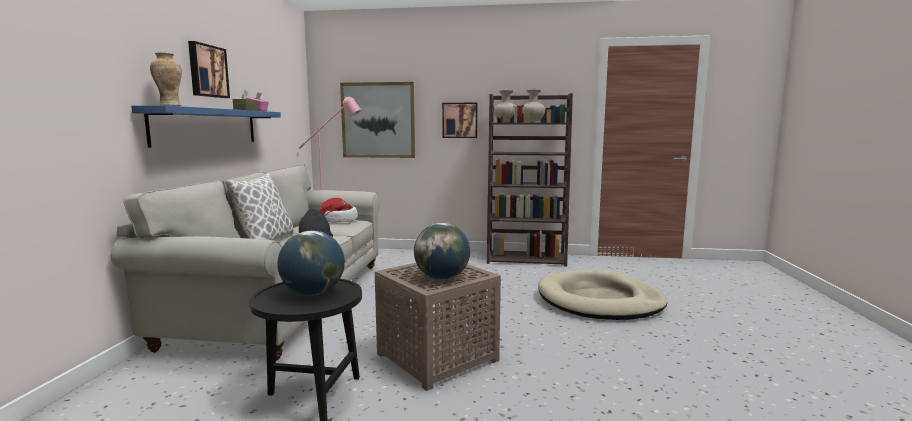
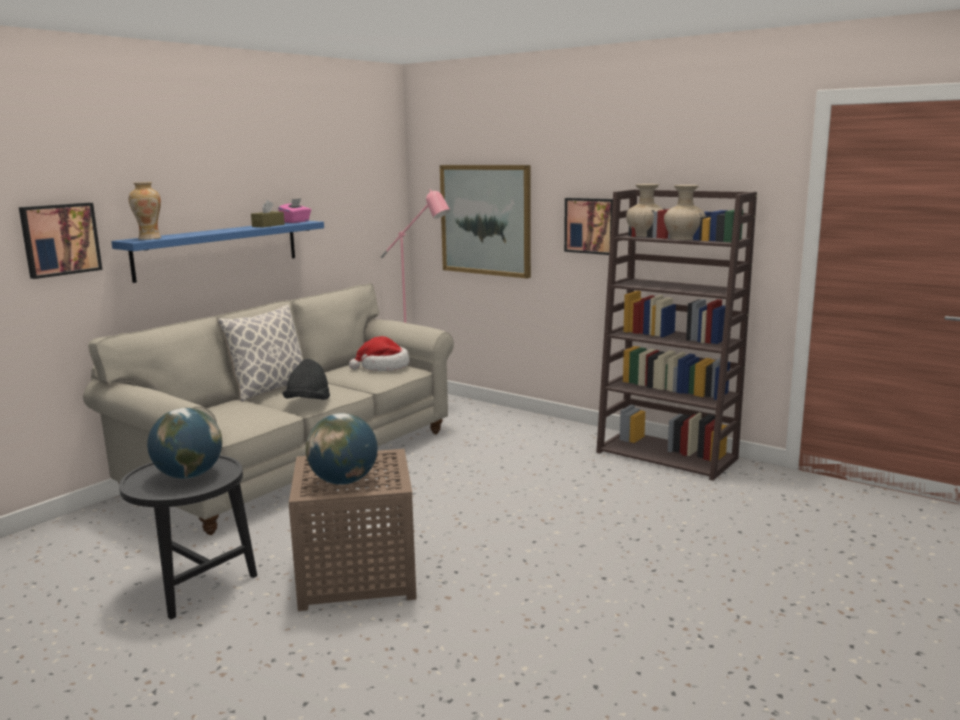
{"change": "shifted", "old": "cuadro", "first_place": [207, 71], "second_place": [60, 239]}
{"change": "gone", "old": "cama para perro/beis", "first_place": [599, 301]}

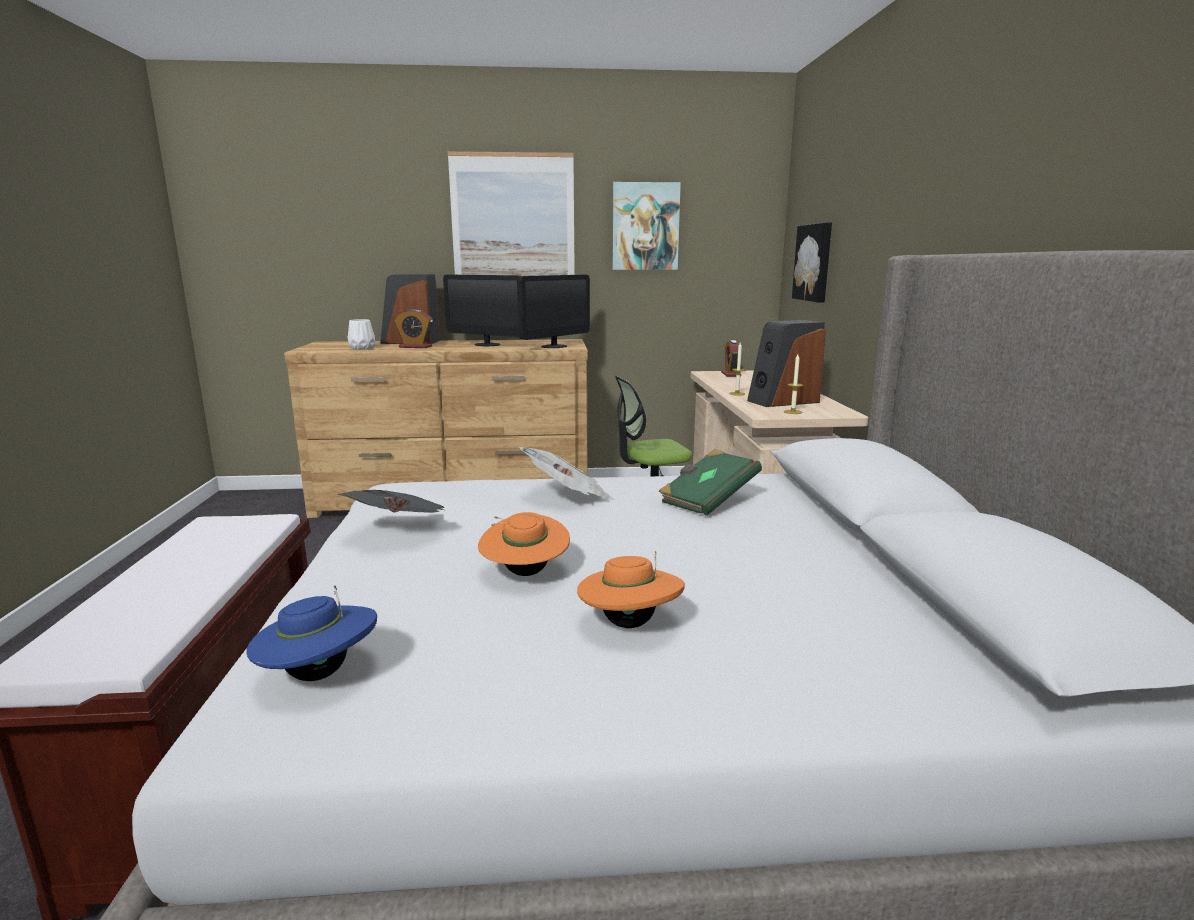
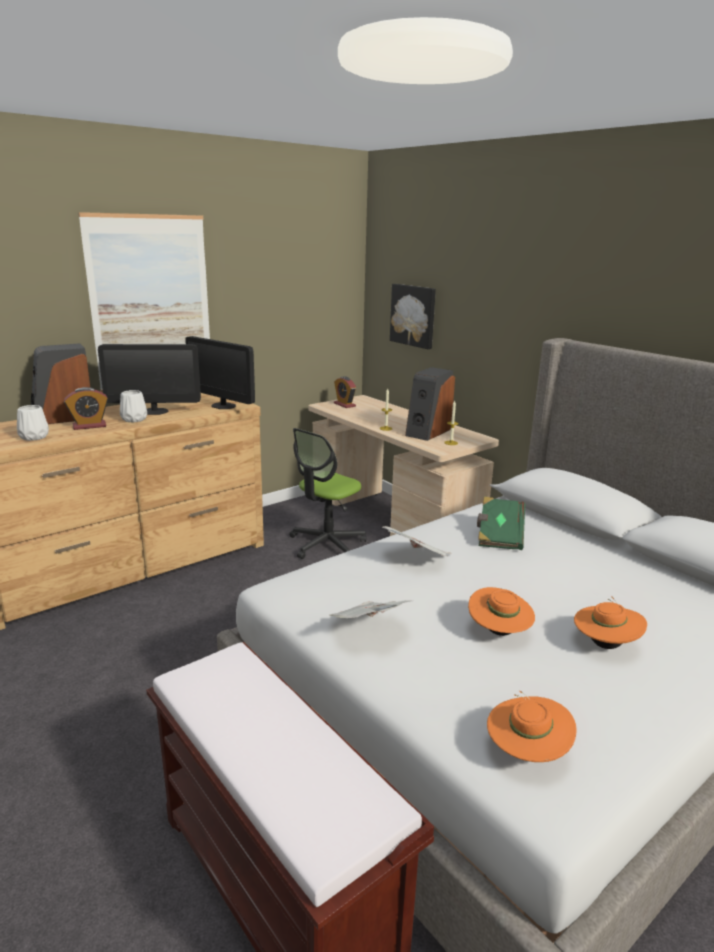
{"change": "gone", "old": "cuadro", "first_place": [645, 226]}
{"change": "rotated", "old": "monitor", "first_place": [554, 346], "second_place": [223, 406], "degrees": 120}
{"change": "repainted", "old": "sombrero/azul", "new": "sombrero/naranja", "first_place": [319, 673], "second_place": [526, 752]}
{"change": "new", "new": "florero/blanco", "second_place": [134, 419]}

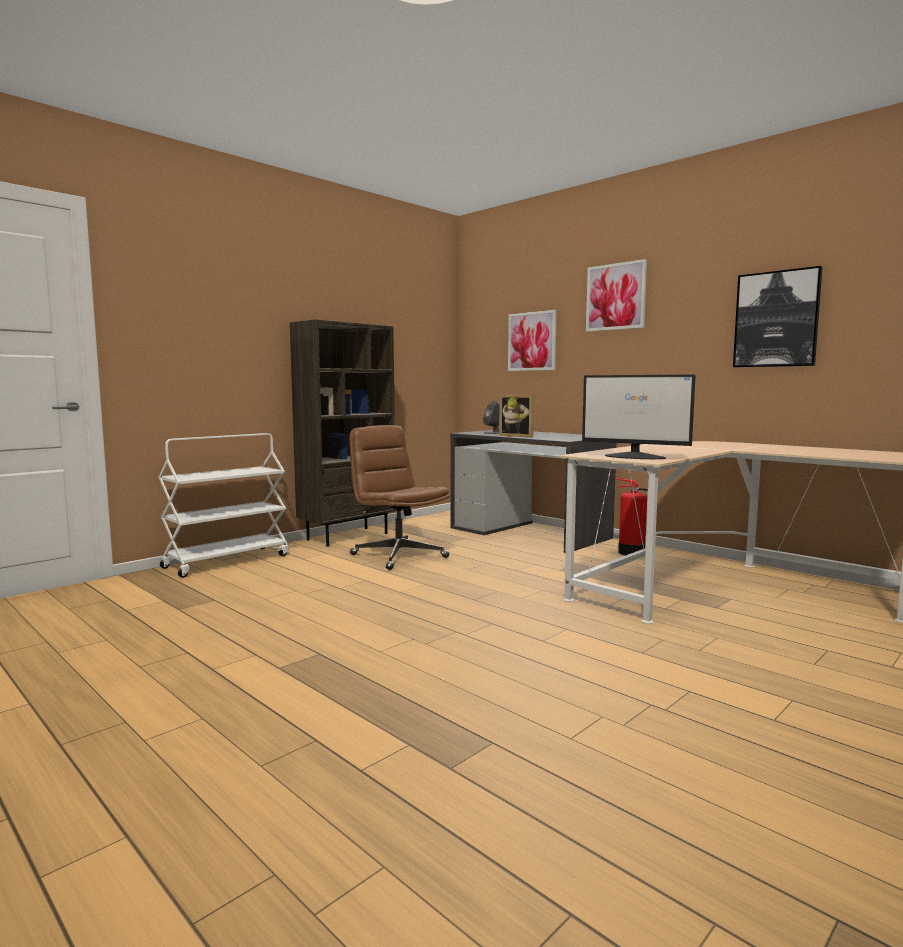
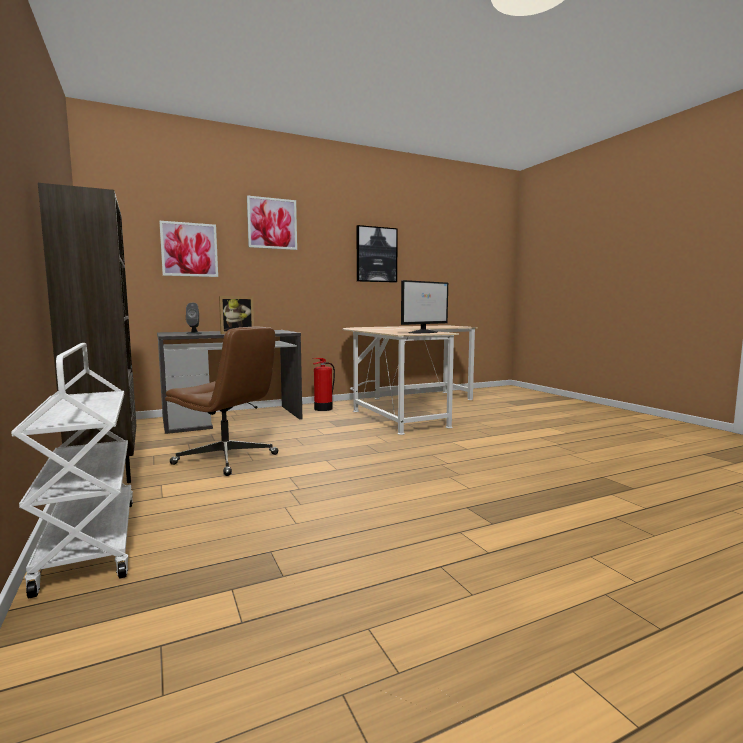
{"change": "rotated", "old": "silla de oficina/marrón", "first_place": [398, 556], "second_place": [227, 459], "degrees": -135}

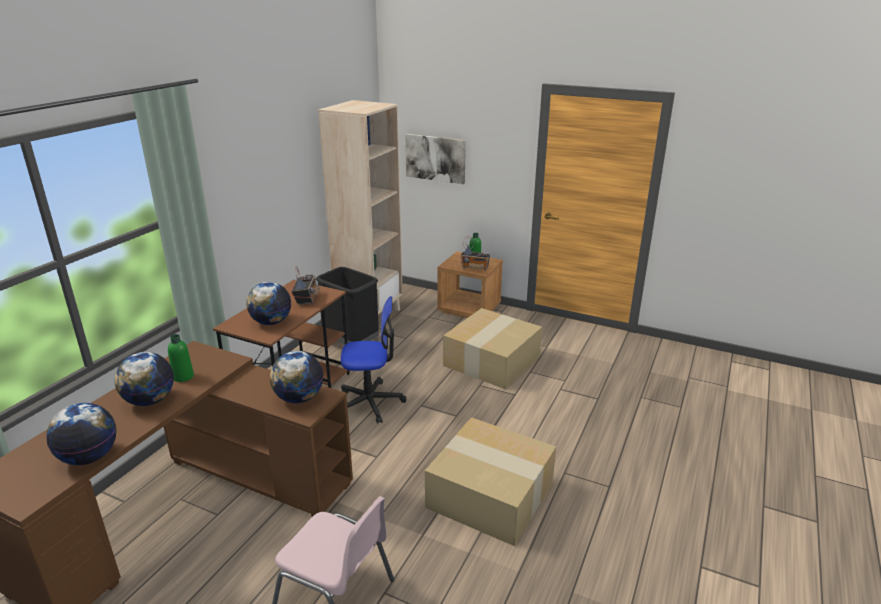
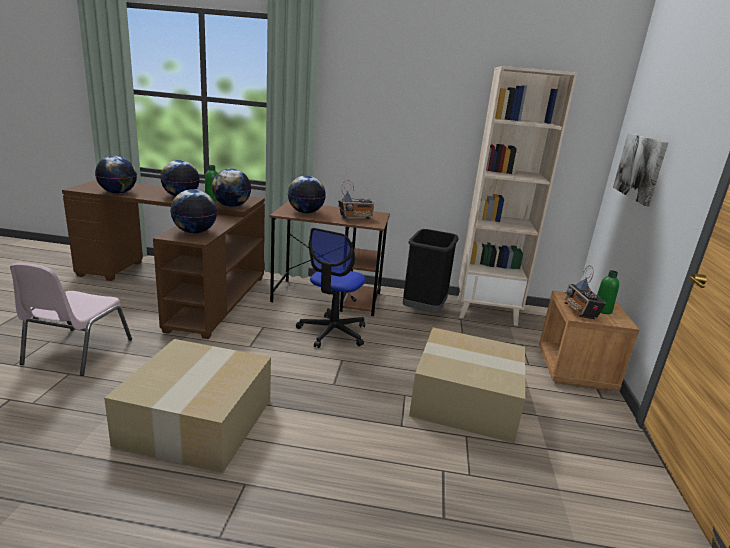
{"change": "rotated", "old": "silla de oficina", "first_place": [370, 402], "second_place": [332, 332], "degrees": 45}
{"change": "new", "new": "globo terráqueo", "second_place": [231, 206]}

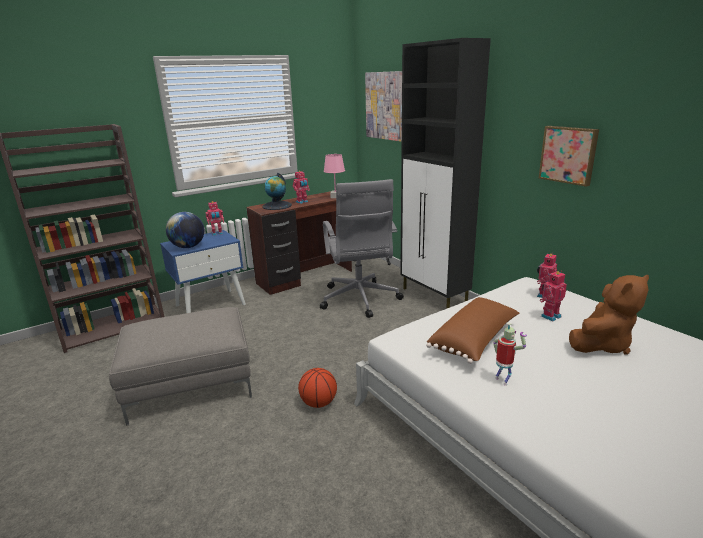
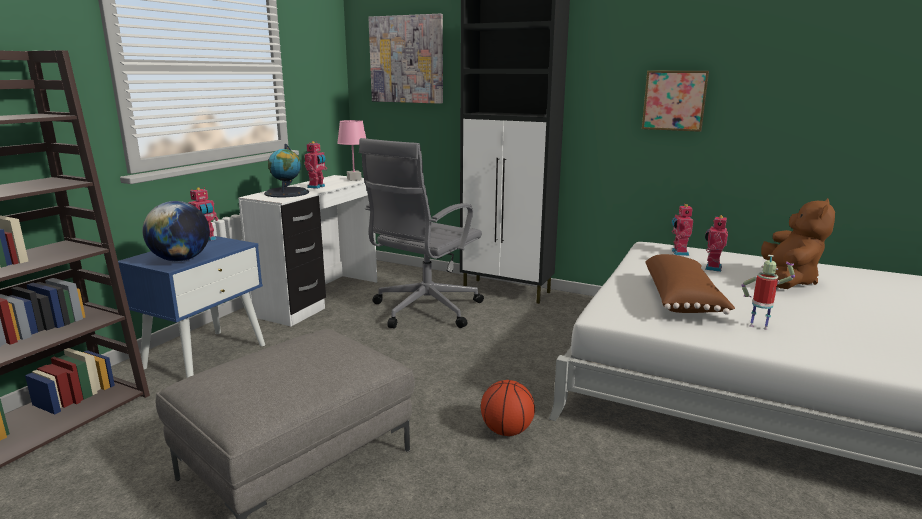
{"change": "rotated", "old": "silla de oficina/gris", "first_place": [359, 300], "second_place": [424, 310], "degrees": 75}
{"change": "repainted", "old": "escritorio/marrón", "new": "escritorio/blanco", "first_place": [305, 277], "second_place": [320, 298]}

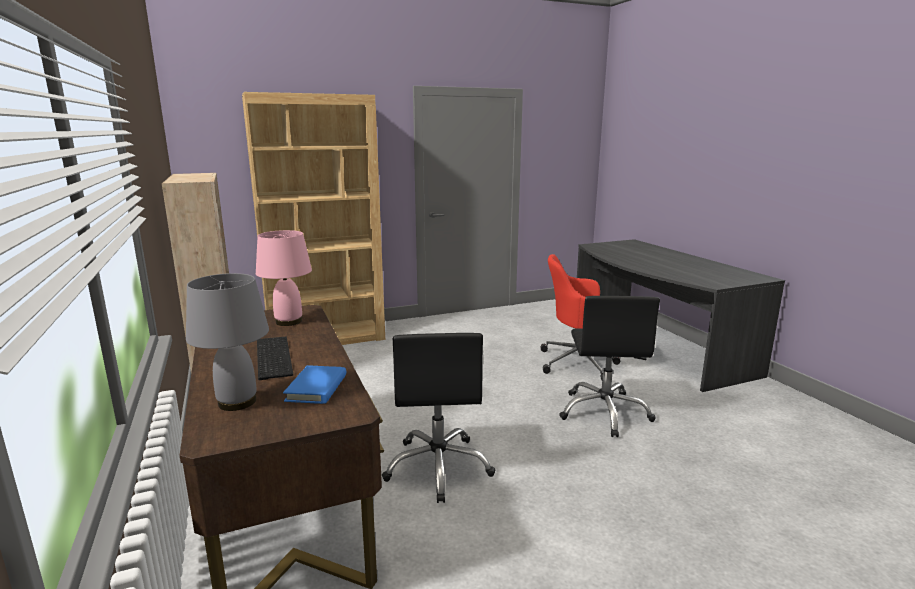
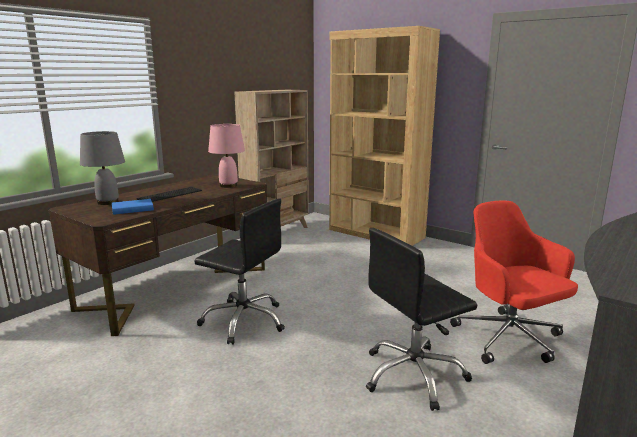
{"change": "rotated", "old": "silla de oficina/negro", "first_place": [438, 467], "second_place": [244, 321], "degrees": -120}

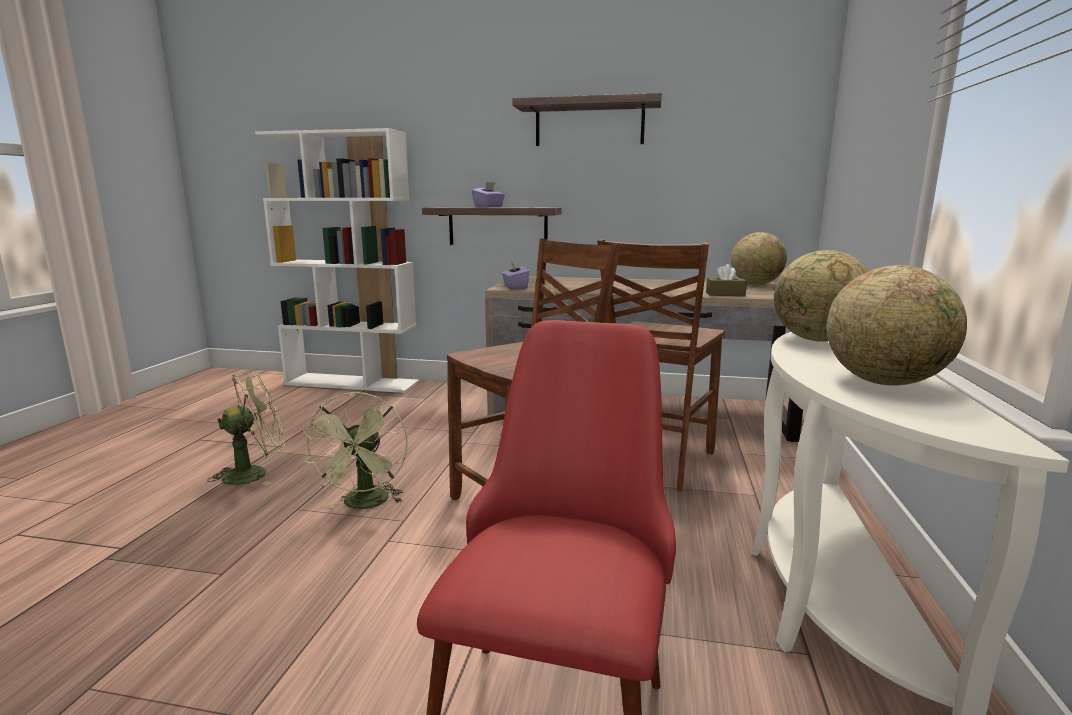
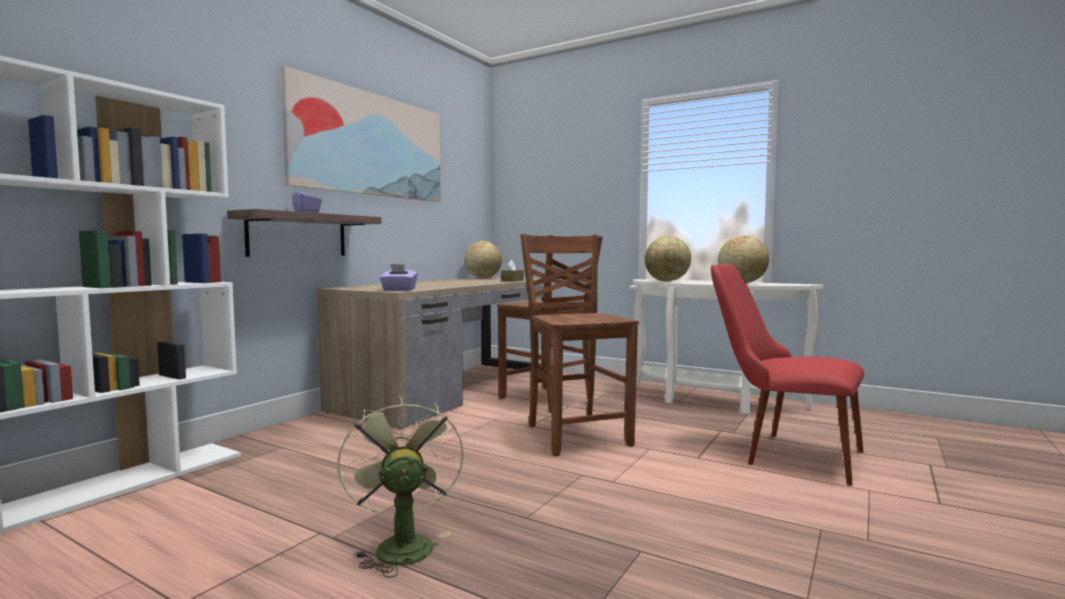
{"change": "swapped", "old": "estante", "new": "cuadro", "first_place": [589, 123], "second_place": [371, 144]}
{"change": "gone", "old": "ventilador/verde", "first_place": [365, 505]}

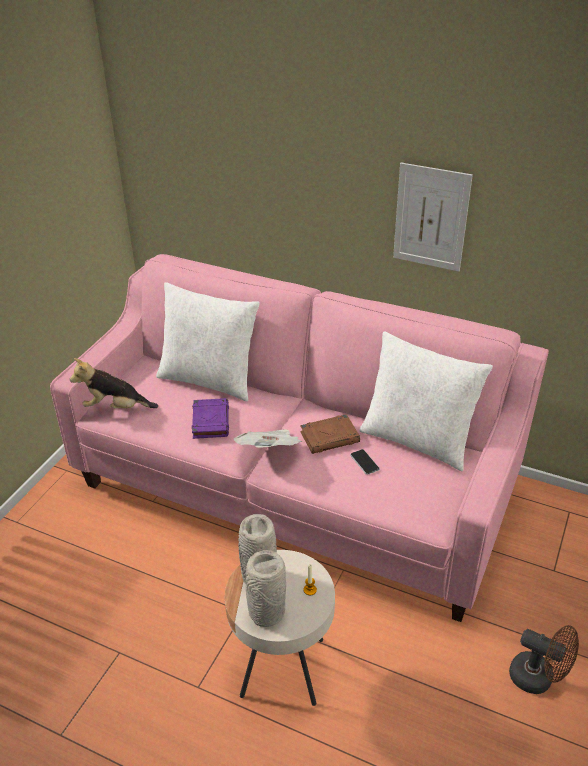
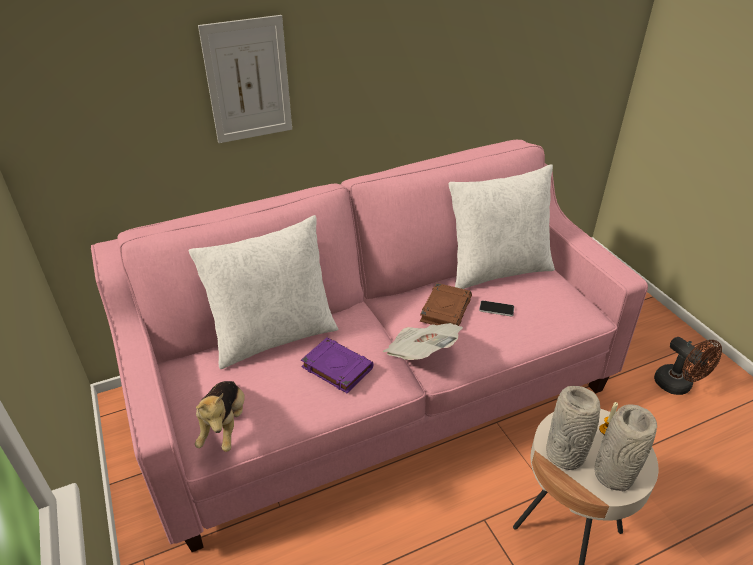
{"change": "shifted", "old": "cuadro", "first_place": [431, 217], "second_place": [248, 80]}
{"change": "rotated", "old": "peluche", "first_place": [116, 407], "second_place": [224, 426], "degrees": -45}
{"change": "rotated", "old": "ventilador/marrón", "first_place": [538, 678], "second_place": [678, 386], "degrees": 75}

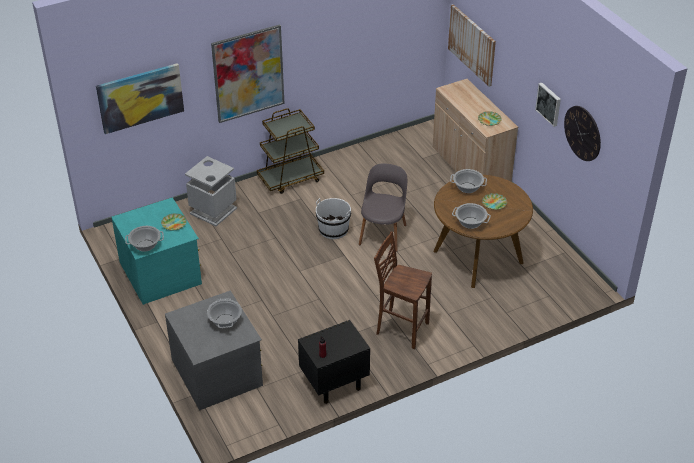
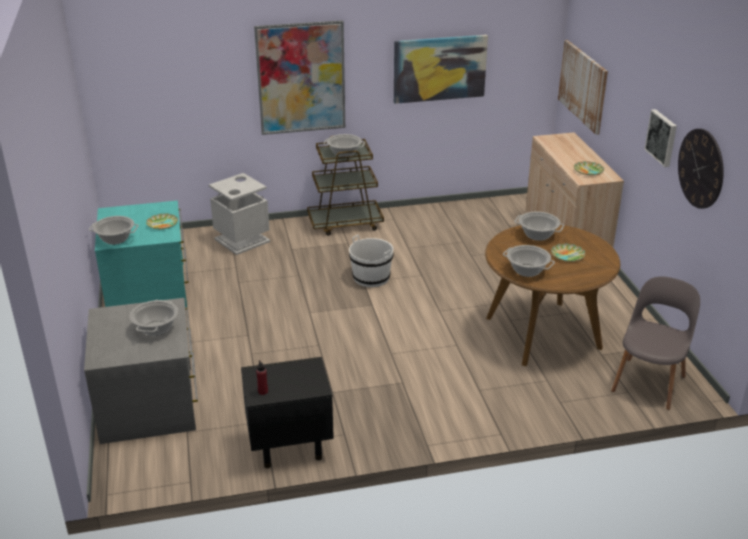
{"change": "shifted", "old": "cuadro", "first_place": [140, 97], "second_place": [439, 68]}
{"change": "shifted", "old": "silla/gris", "first_place": [383, 233], "second_place": [649, 381]}
{"change": "gone", "old": "taburete/marrón", "first_place": [401, 328]}
{"change": "new", "new": "olla", "second_place": [344, 153]}

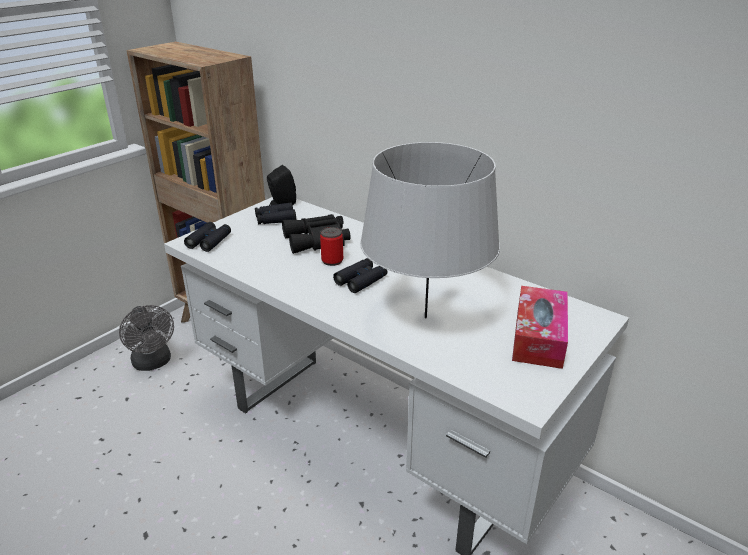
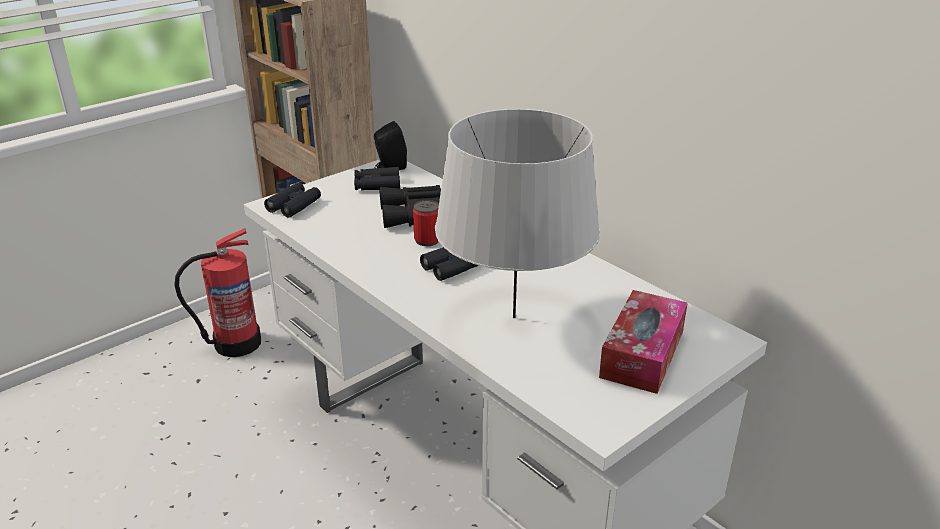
{"change": "swapped", "old": "ventilador/gris", "new": "extintor", "first_place": [153, 363], "second_place": [235, 343]}

